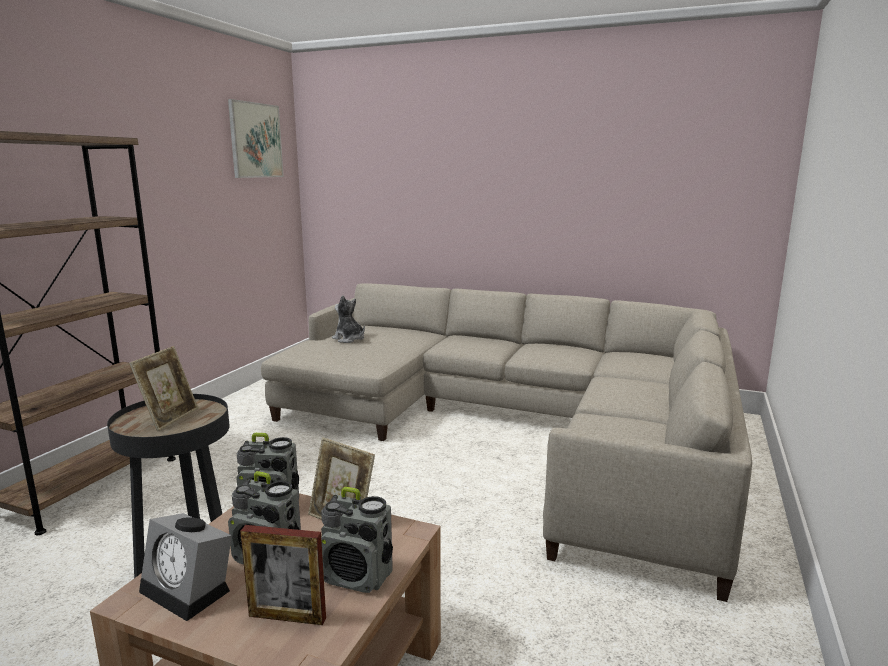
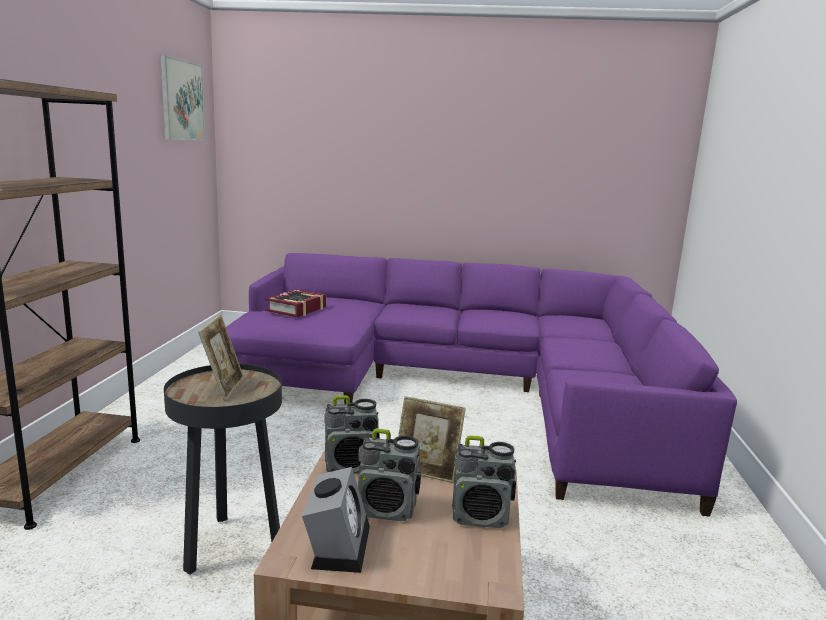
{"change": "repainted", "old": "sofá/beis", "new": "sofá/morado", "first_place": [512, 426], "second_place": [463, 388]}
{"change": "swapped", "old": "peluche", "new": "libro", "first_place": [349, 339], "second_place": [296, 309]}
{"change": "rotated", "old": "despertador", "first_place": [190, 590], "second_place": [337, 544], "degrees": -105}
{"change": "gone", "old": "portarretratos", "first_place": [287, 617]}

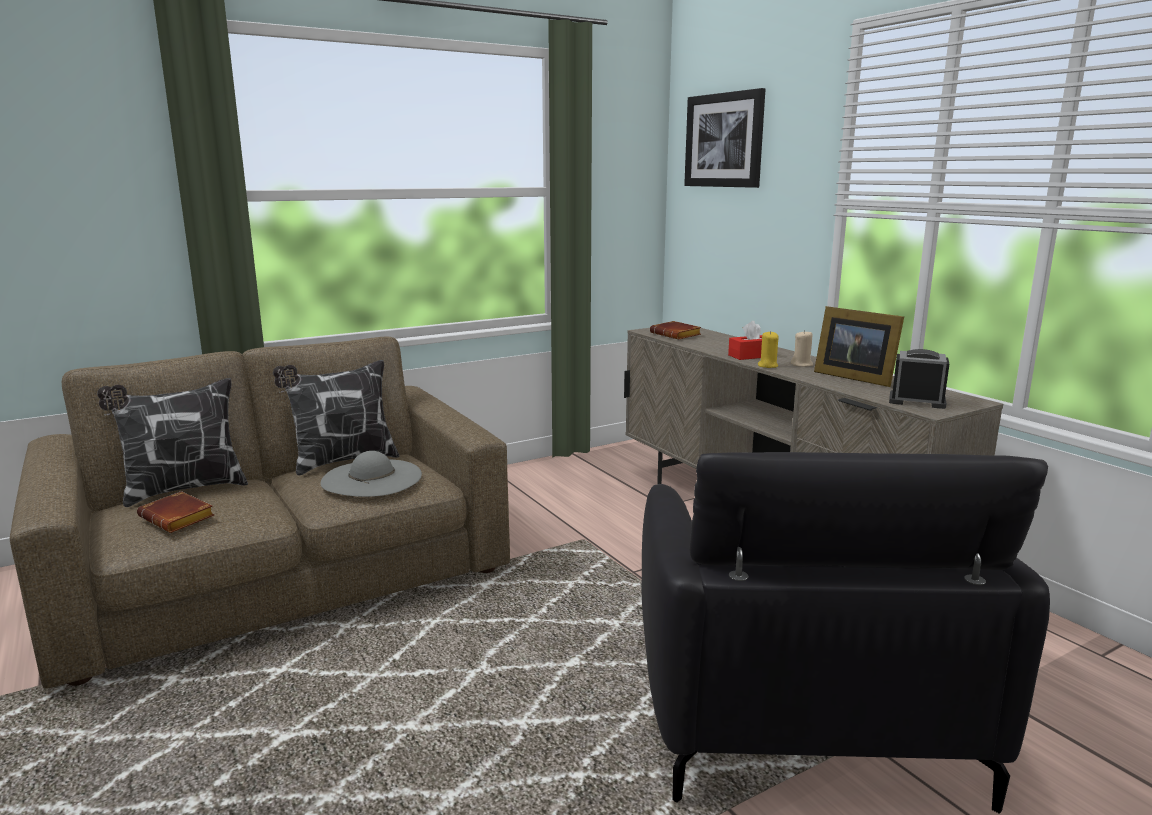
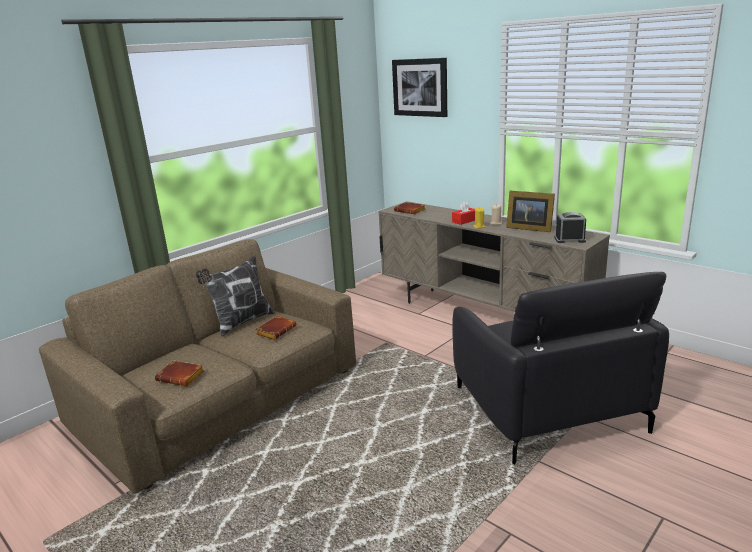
{"change": "gone", "old": "cojín", "first_place": [183, 490]}
{"change": "swapped", "old": "sombrero/gris", "new": "libro/marrón", "first_place": [372, 478], "second_place": [276, 330]}

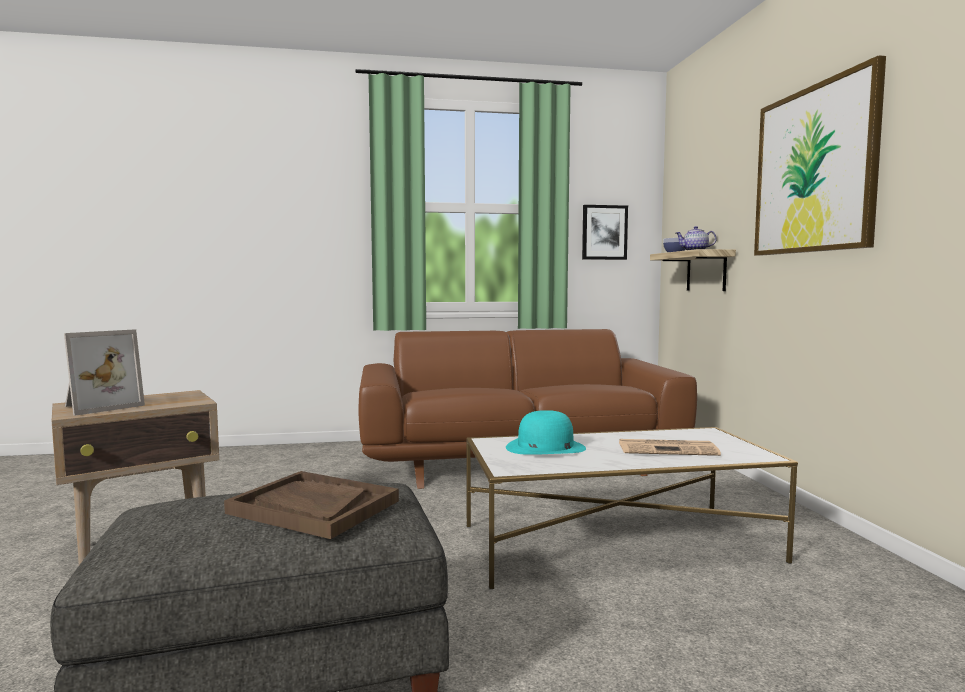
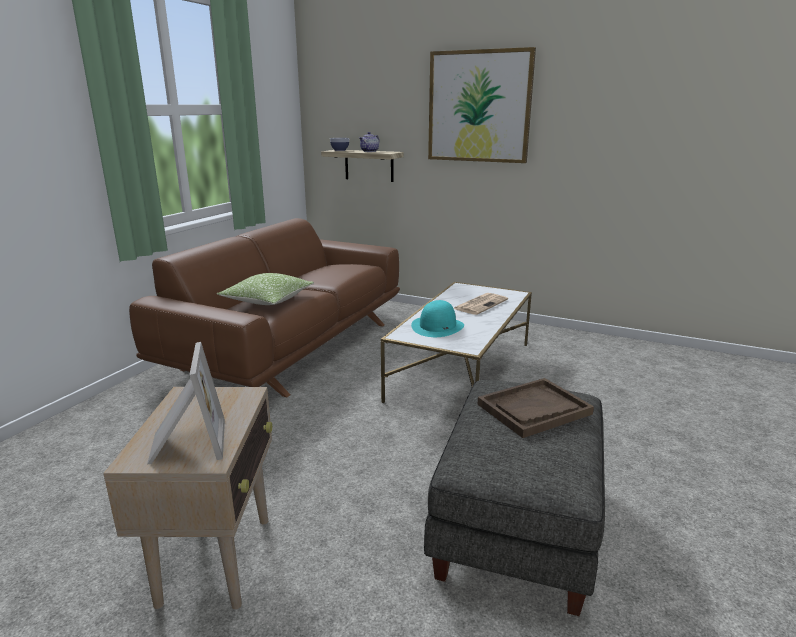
{"change": "gone", "old": "cuadro", "first_place": [604, 232]}
{"change": "new", "new": "cojín", "second_place": [267, 300]}

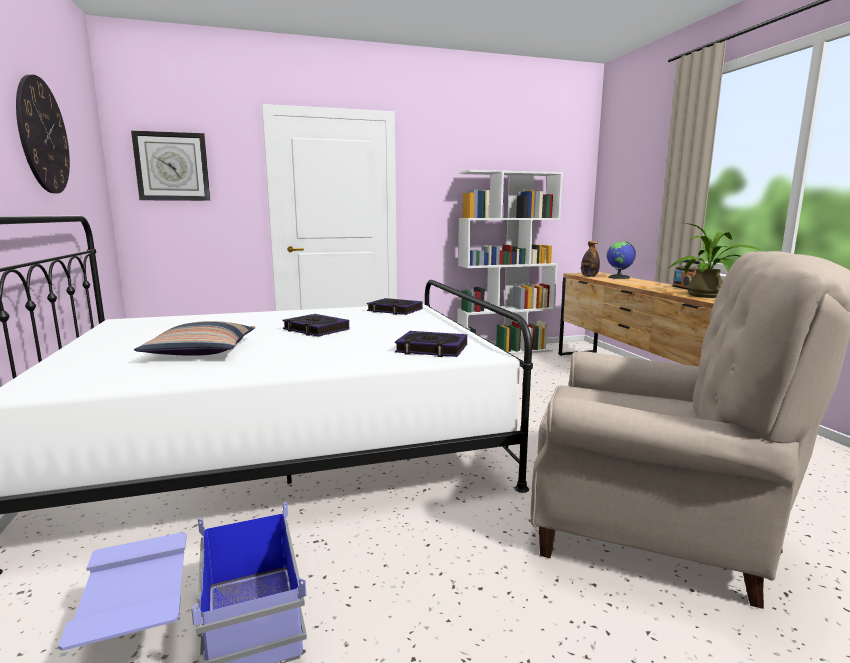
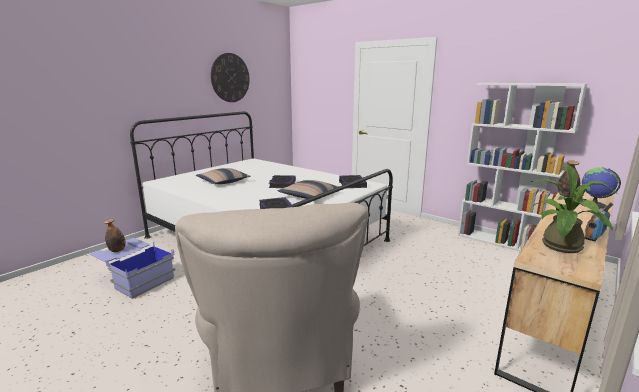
{"change": "gone", "old": "reloj de pared", "first_place": [172, 167]}
{"change": "new", "new": "cojín", "second_place": [309, 195]}
{"change": "new", "new": "botella", "second_place": [117, 250]}

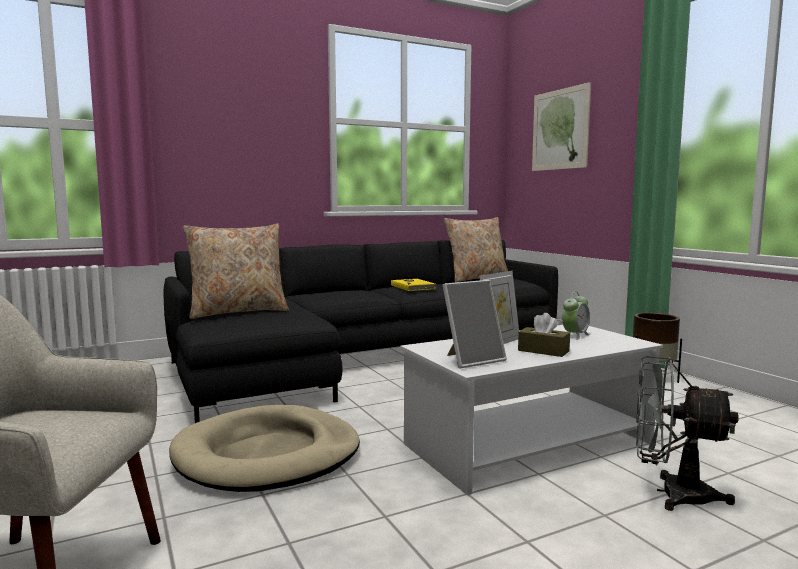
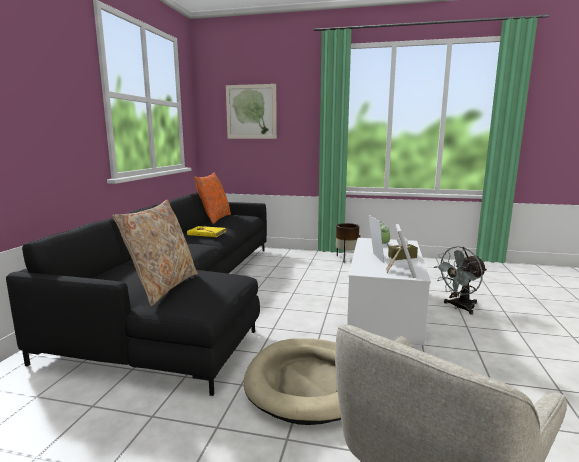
{"change": "repainted", "old": "cojín/beis", "new": "cojín/naranja", "first_place": [476, 279], "second_place": [214, 218]}

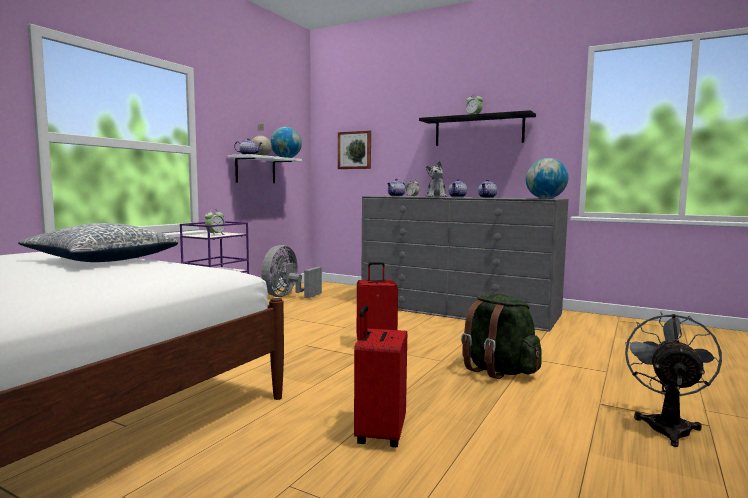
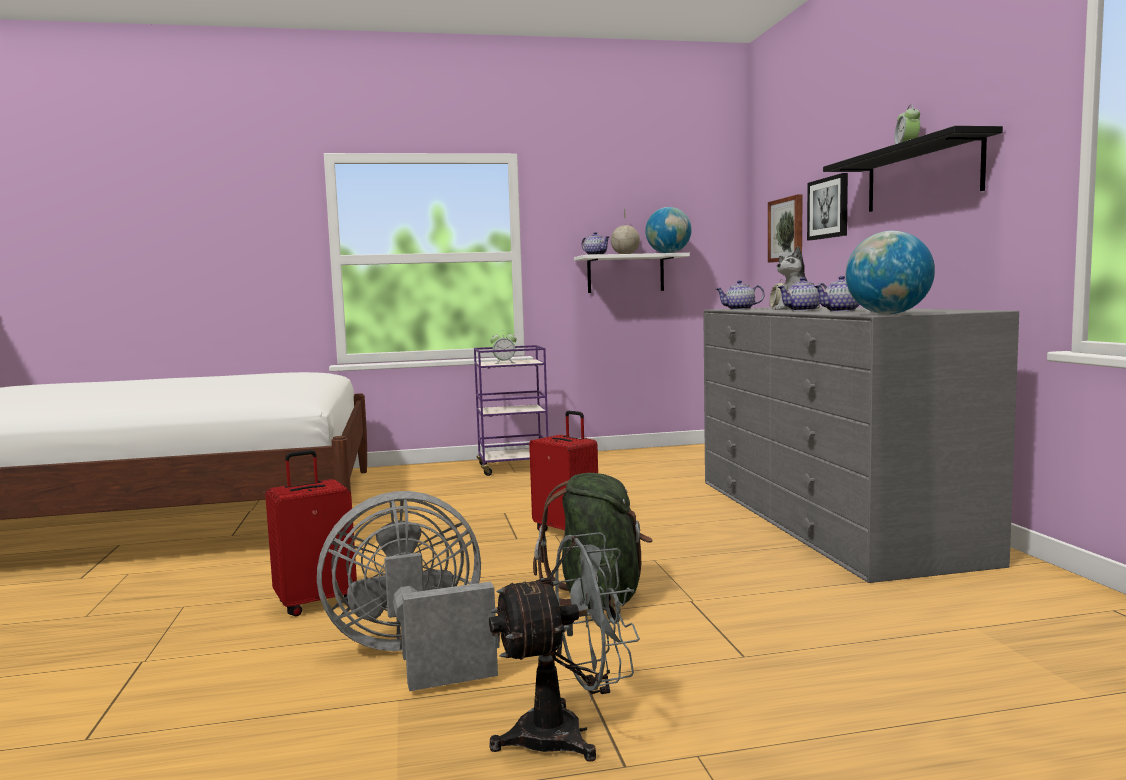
{"change": "gone", "old": "cojín", "first_place": [100, 261]}
{"change": "shifted", "old": "ventilador/gris", "first_place": [287, 296], "second_place": [414, 655]}
{"change": "new", "new": "cuadro", "second_place": [829, 208]}

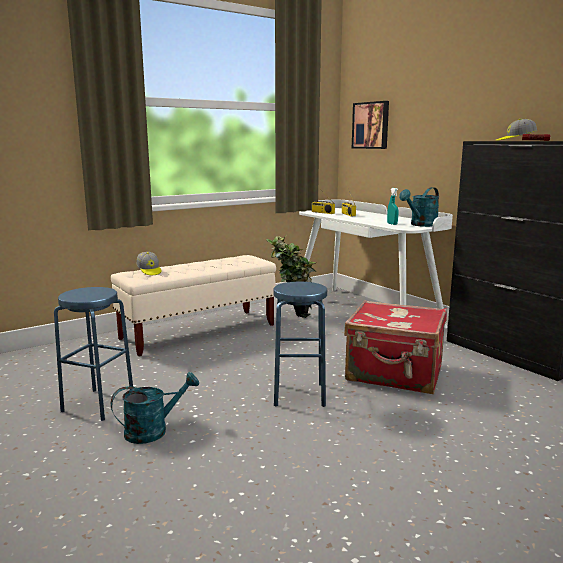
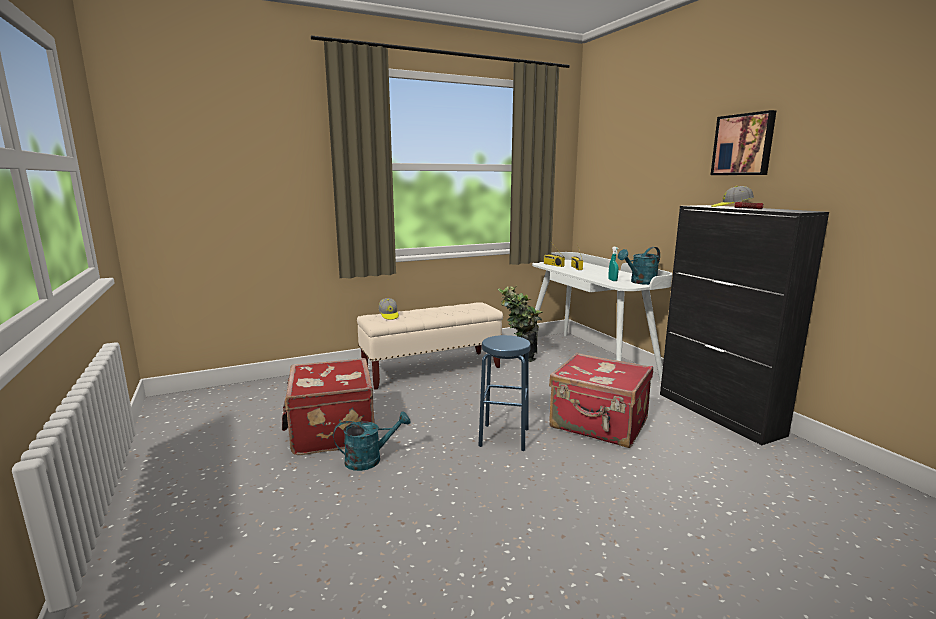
{"change": "shifted", "old": "cuadro", "first_place": [371, 125], "second_place": [743, 145]}
{"change": "swapped", "old": "taburete/azul", "new": "maleta/rojo", "first_place": [98, 404], "second_place": [331, 431]}

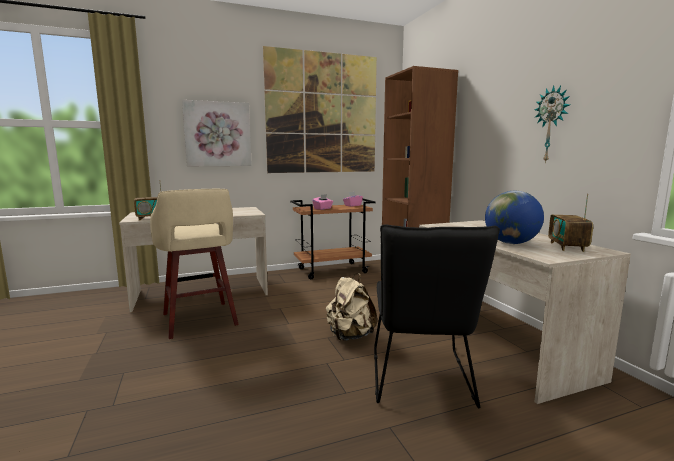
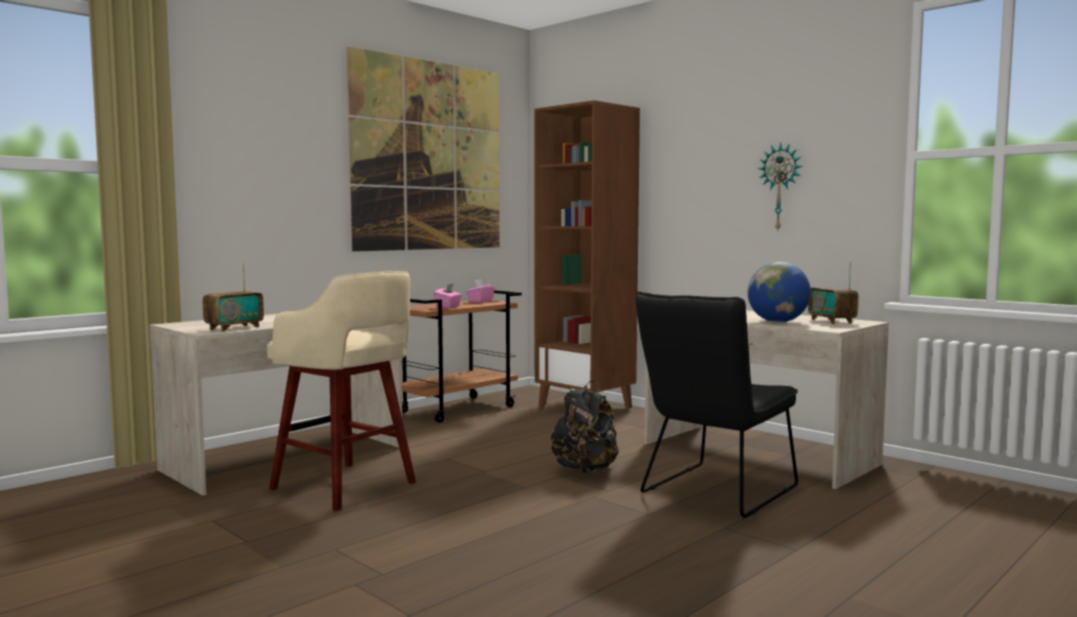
{"change": "gone", "old": "cuadro", "first_place": [218, 134]}
{"change": "rotated", "old": "silla/negro", "first_place": [421, 381], "second_place": [714, 492], "degrees": 60}
{"change": "repainted", "old": "mochila/beis", "new": "mochila/negro", "first_place": [349, 336], "second_place": [585, 471]}

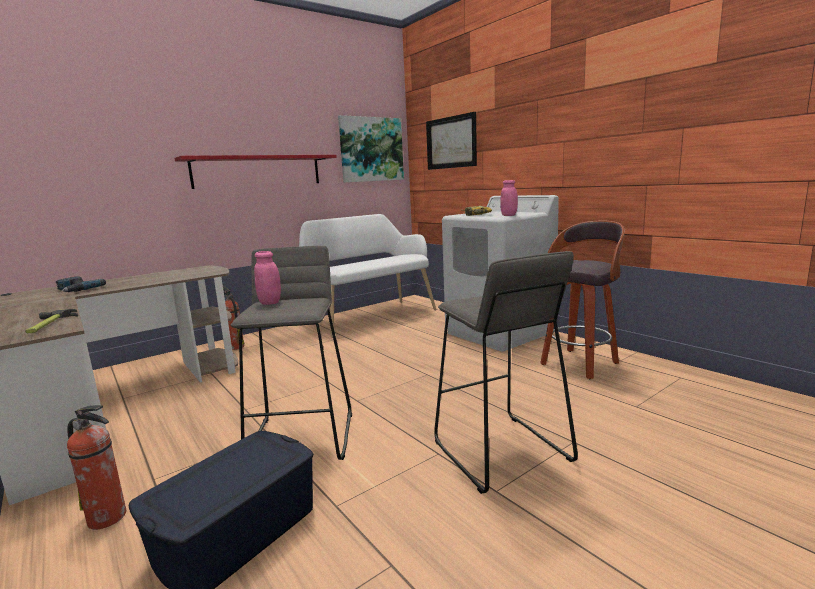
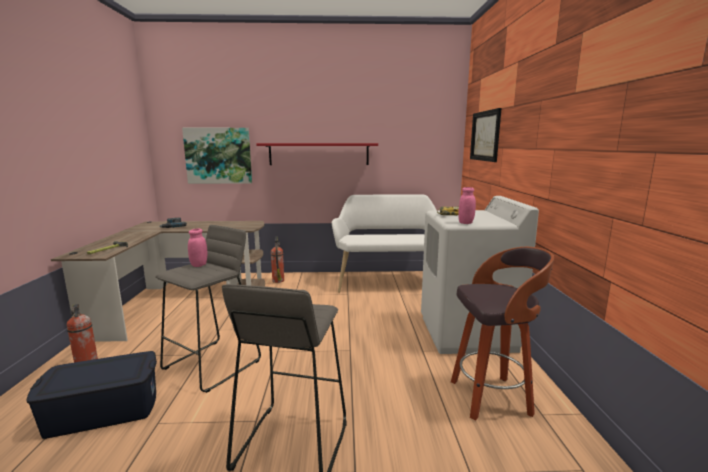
{"change": "shifted", "old": "cuadro", "first_place": [371, 149], "second_place": [218, 155]}

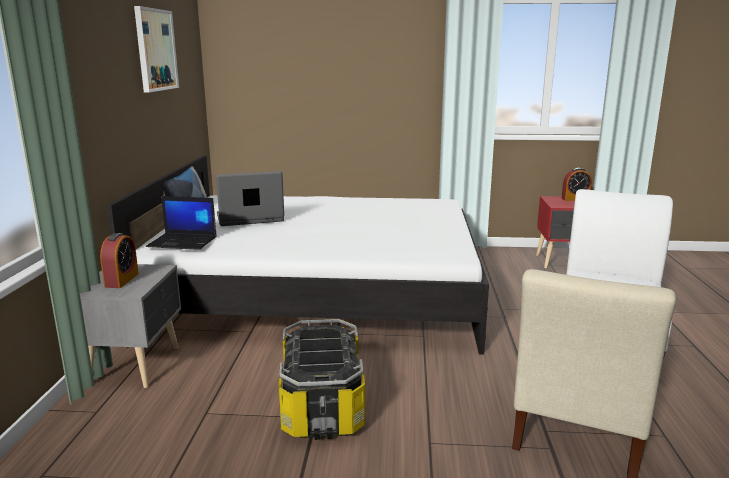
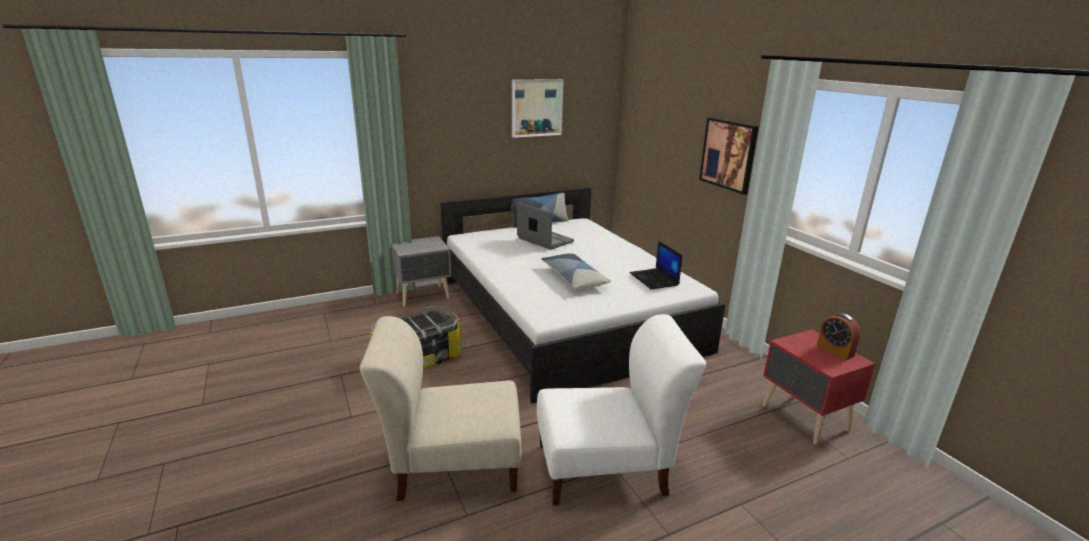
{"change": "shifted", "old": "portátil", "first_place": [183, 242], "second_place": [654, 279]}
{"change": "gone", "old": "despertador", "first_place": [122, 280]}
{"change": "new", "new": "cuadro", "second_place": [728, 154]}
{"change": "new", "new": "cojín", "second_place": [574, 278]}

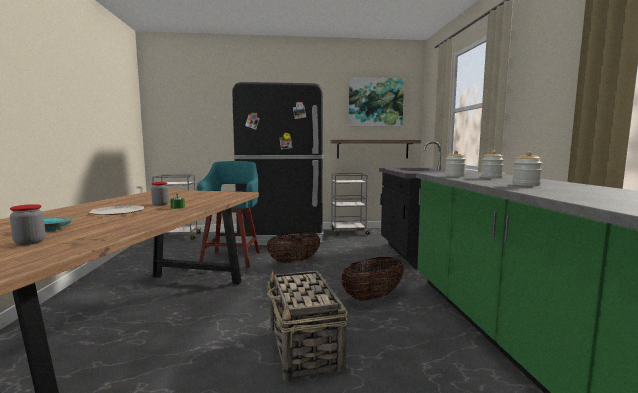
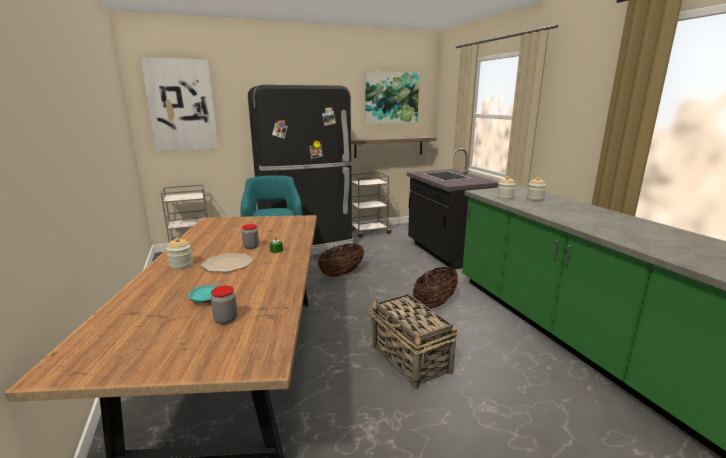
{"change": "shifted", "old": "tarro", "first_place": [525, 185], "second_place": [181, 265]}
{"change": "new", "new": "cuadro", "second_place": [182, 105]}

